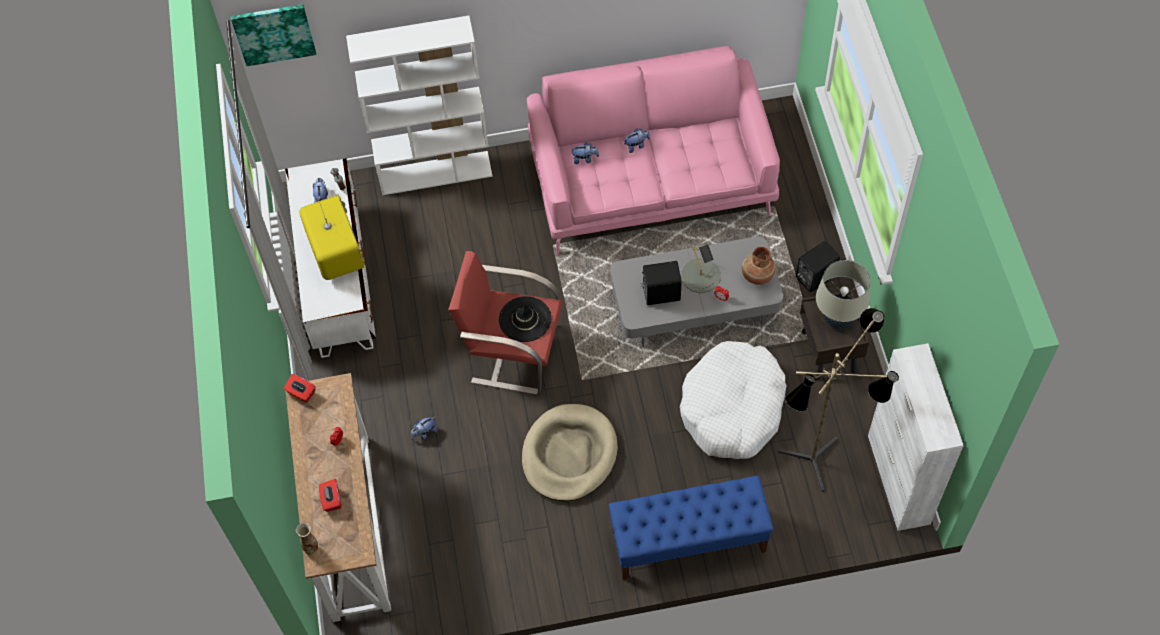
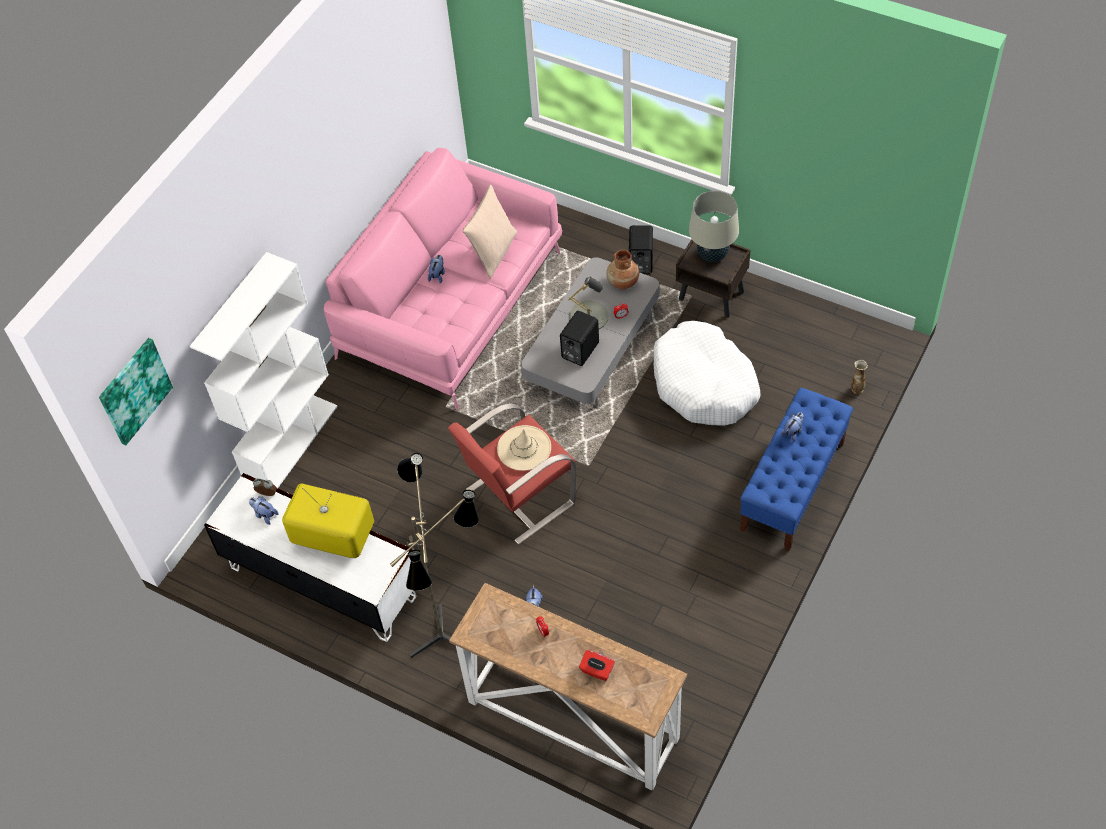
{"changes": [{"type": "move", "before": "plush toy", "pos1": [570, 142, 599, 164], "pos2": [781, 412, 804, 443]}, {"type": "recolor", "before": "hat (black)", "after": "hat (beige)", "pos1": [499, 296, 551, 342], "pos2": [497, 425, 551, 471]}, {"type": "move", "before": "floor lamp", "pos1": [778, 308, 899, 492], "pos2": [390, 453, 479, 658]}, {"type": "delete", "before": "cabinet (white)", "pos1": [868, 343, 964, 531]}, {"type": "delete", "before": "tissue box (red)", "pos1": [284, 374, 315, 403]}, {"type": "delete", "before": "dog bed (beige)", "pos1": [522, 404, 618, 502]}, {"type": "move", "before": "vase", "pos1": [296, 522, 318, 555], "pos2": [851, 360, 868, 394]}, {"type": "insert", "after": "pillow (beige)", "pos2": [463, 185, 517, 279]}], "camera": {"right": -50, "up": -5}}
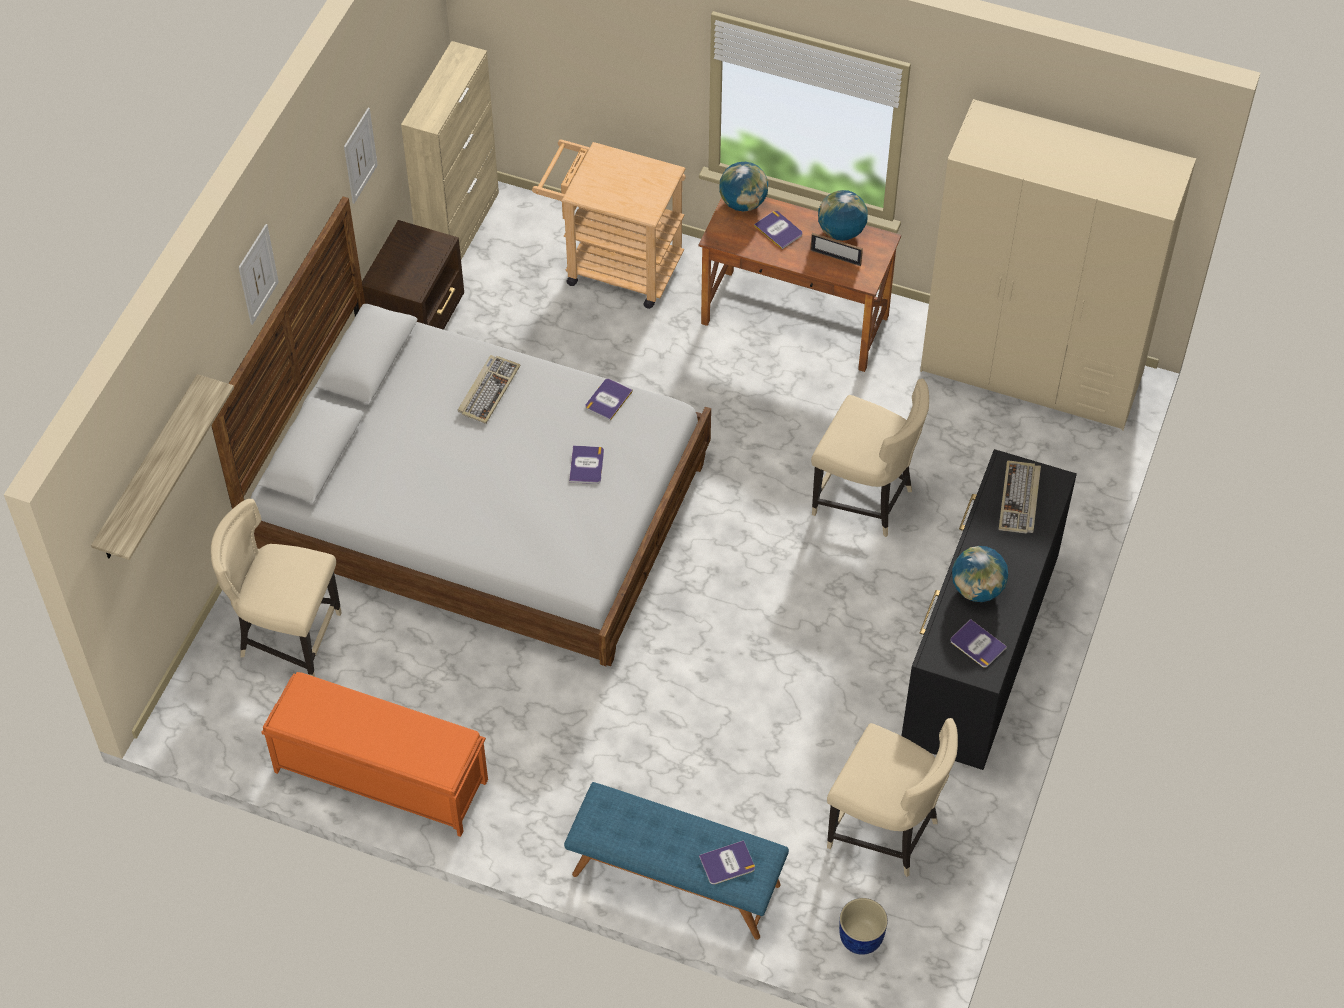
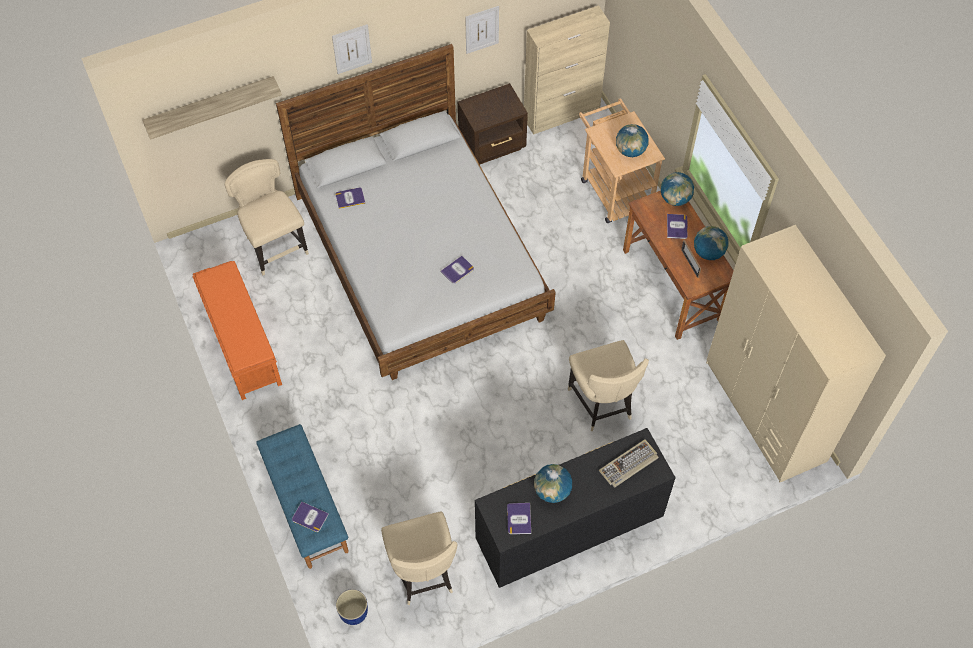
{"changes": [{"type": "delete", "before": "keyboard", "pos1": [458, 355, 520, 424]}, {"type": "move", "before": "book", "pos1": [585, 379, 633, 421], "pos2": [335, 187, 365, 209]}, {"type": "insert", "after": "globe", "pos2": [616, 124, 649, 157]}], "camera": {"right": 45, "up": 5}}
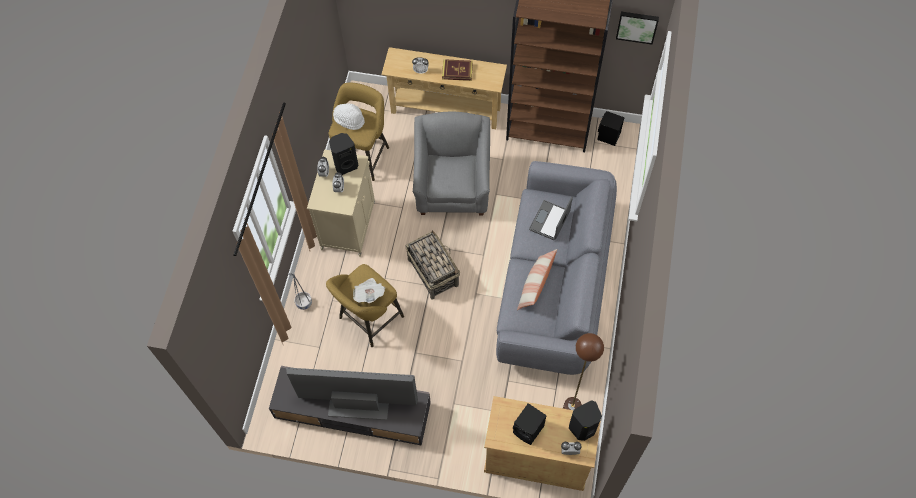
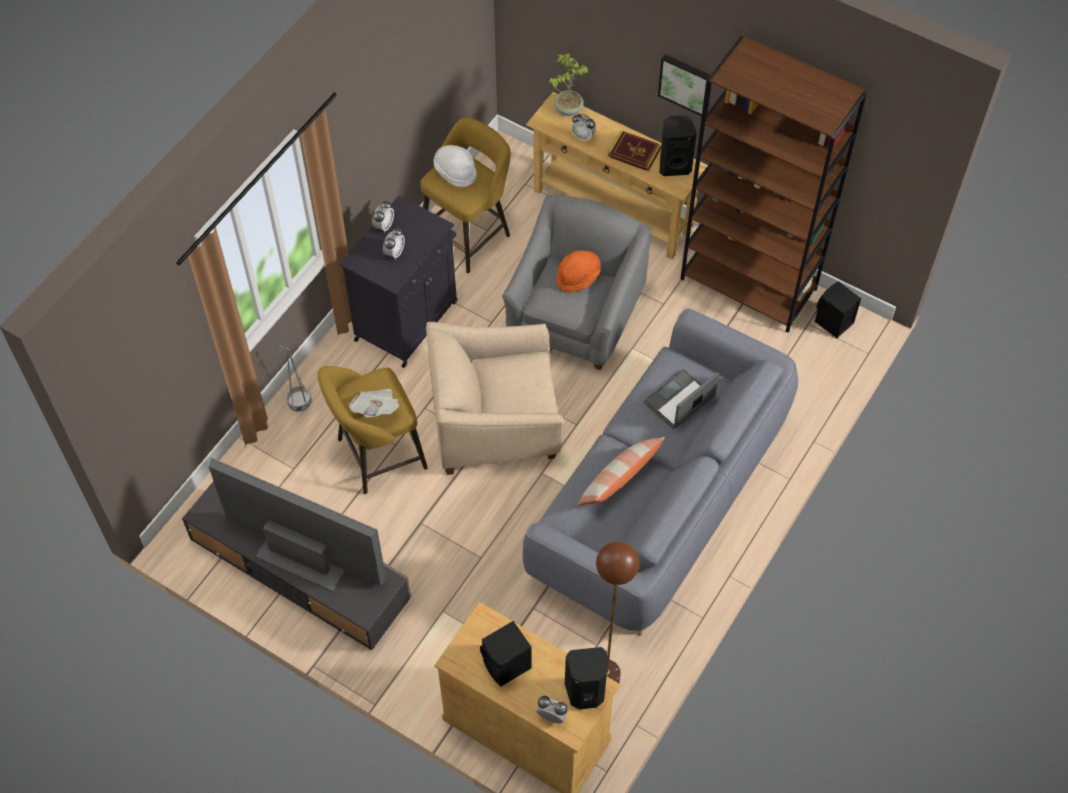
{"changes": [{"type": "move", "before": "picture", "pos1": [616, 12, 659, 44], "pos2": [658, 54, 712, 116]}, {"type": "move", "before": "speaker (black)", "pos1": [329, 133, 358, 175], "pos2": [660, 115, 697, 176]}, {"type": "recolor", "before": "cabinet (beige)", "after": "cabinet (black)", "pos1": [307, 149, 375, 257], "pos2": [339, 195, 457, 368]}, {"type": "replace", "before": "basket", "after": "armchair (beige)", "pos1": [405, 230, 460, 300], "pos2": [426, 322, 564, 475]}, {"type": "insert", "after": "potted plant", "pos2": [549, 54, 588, 116]}, {"type": "insert", "after": "hat (orange)", "pos2": [556, 250, 601, 292]}], "camera": {"right": 20, "up": -5}}
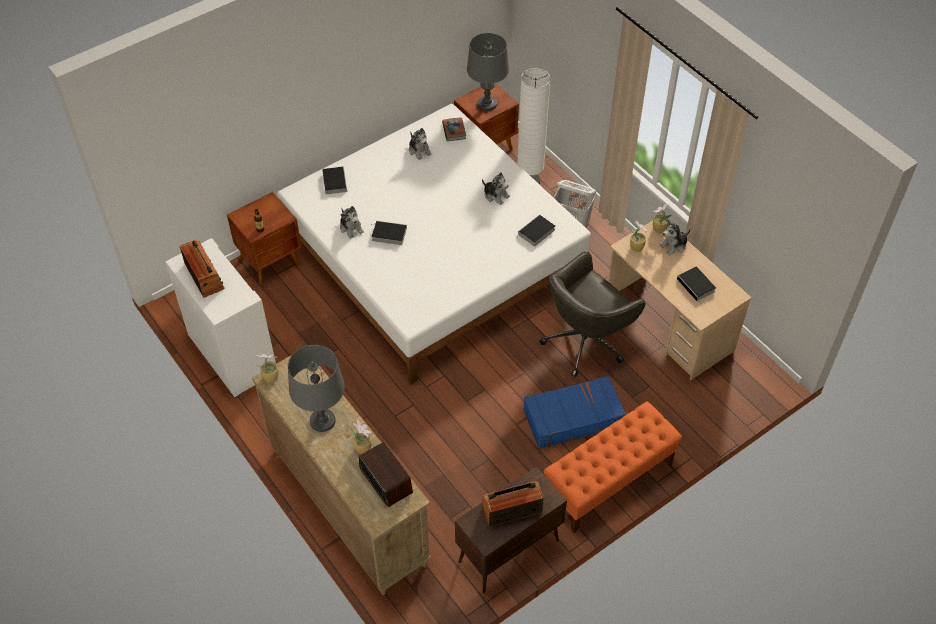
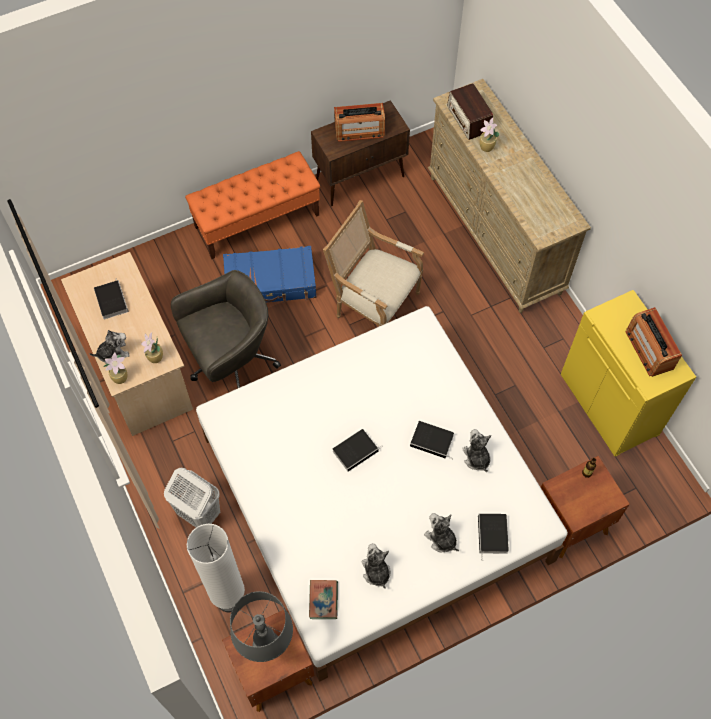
{"changes": [{"type": "move", "before": "plush toy", "pos1": [482, 172, 510, 205], "pos2": [424, 513, 459, 552]}, {"type": "move", "before": "book", "pos1": [515, 215, 556, 247], "pos2": [333, 429, 383, 471]}, {"type": "recolor", "before": "cabinet (white)", "after": "cabinet (yellow)", "pos1": [165, 238, 276, 398], "pos2": [561, 290, 696, 457]}, {"type": "delete", "before": "table lamp (grey)", "pos1": [288, 345, 345, 432]}, {"type": "delete", "before": "potted plant", "pos1": [255, 354, 279, 383]}, {"type": "insert", "after": "armchair", "pos2": [323, 200, 424, 326]}], "camera": {"right": -170, "up": 10}}
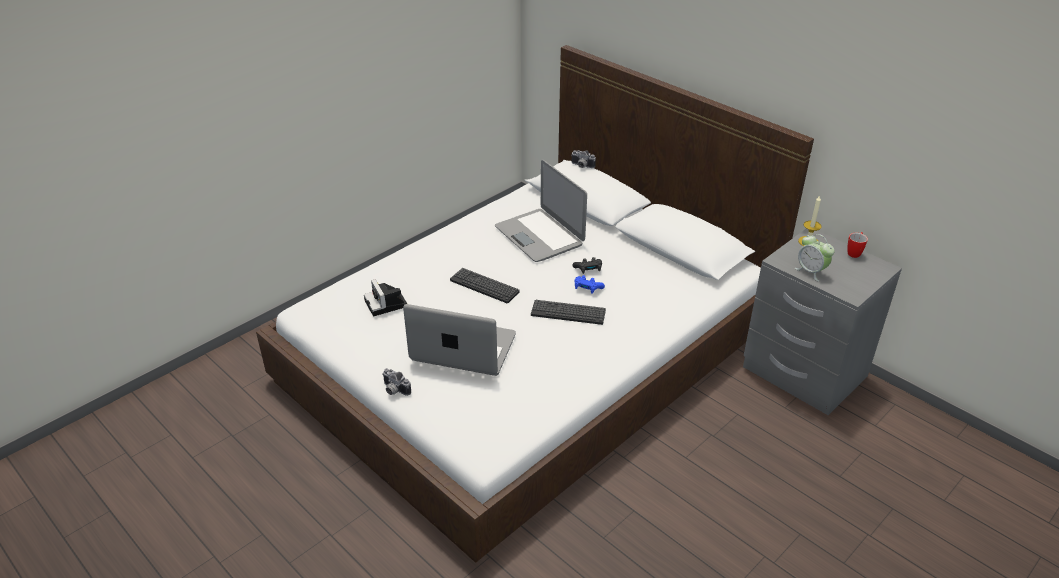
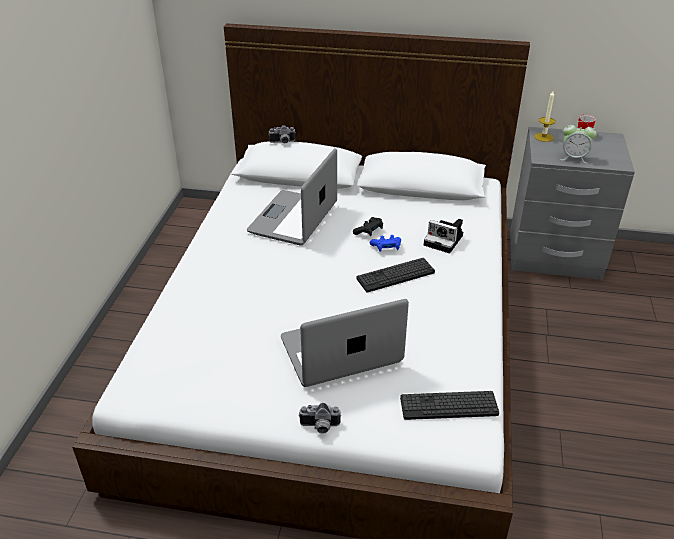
{"changes": [{"type": "rotate", "before": "laptop", "pos1": [495, 160, 587, 262], "pos2": [247, 148, 337, 246], "turn": 90}, {"type": "move", "before": "keyboard", "pos1": [450, 268, 519, 303], "pos2": [400, 391, 499, 420]}, {"type": "move", "before": "photo camera", "pos1": [364, 279, 407, 317], "pos2": [424, 219, 463, 253]}], "camera": {"right": -35, "up": 0}}
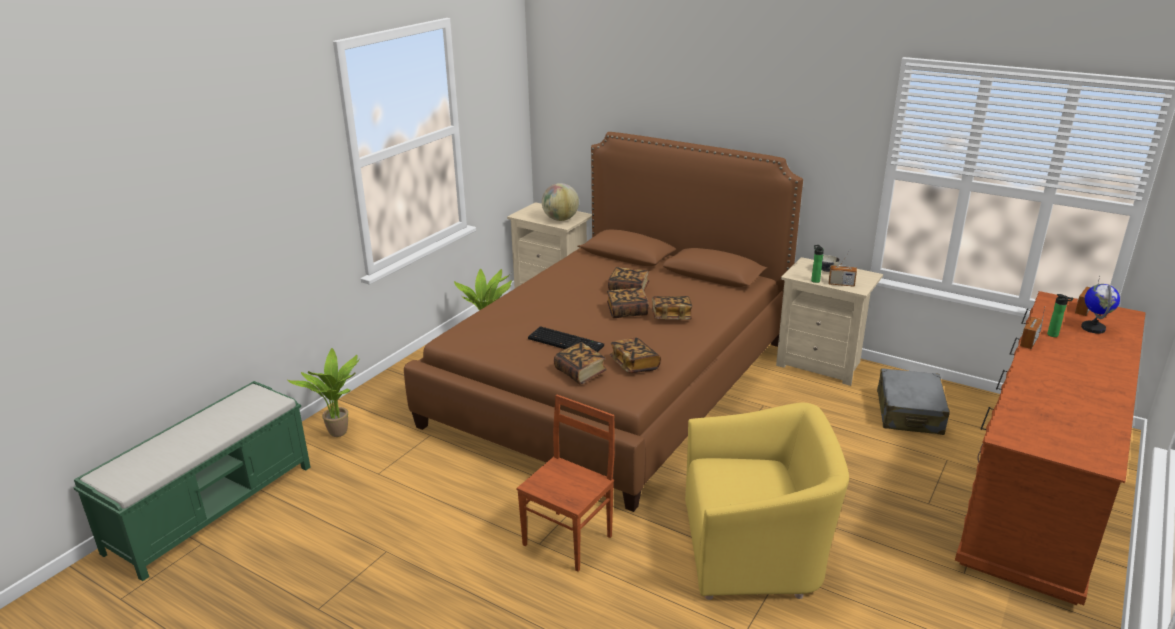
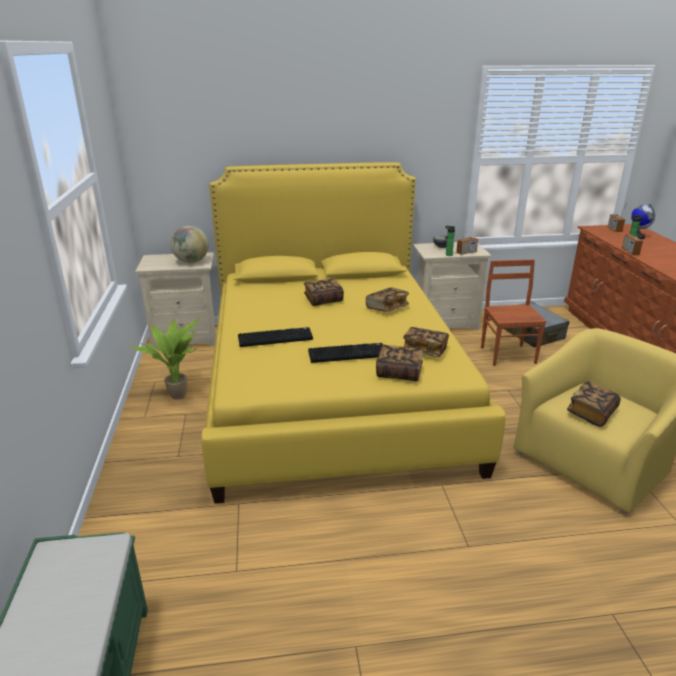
{"changes": [{"type": "recolor", "before": "bed (brown)", "after": "bed (yellow)", "pos1": [404, 132, 803, 512], "pos2": [201, 162, 506, 504]}, {"type": "move", "before": "book", "pos1": [607, 288, 649, 318], "pos2": [567, 381, 620, 427]}, {"type": "delete", "before": "potted plant", "pos1": [287, 348, 360, 437]}, {"type": "move", "before": "chair (brown)", "pos1": [517, 394, 615, 572], "pos2": [481, 259, 546, 366]}, {"type": "insert", "after": "keyboard", "pos2": [238, 327, 313, 347]}], "camera": {"right": -40, "up": 0}}
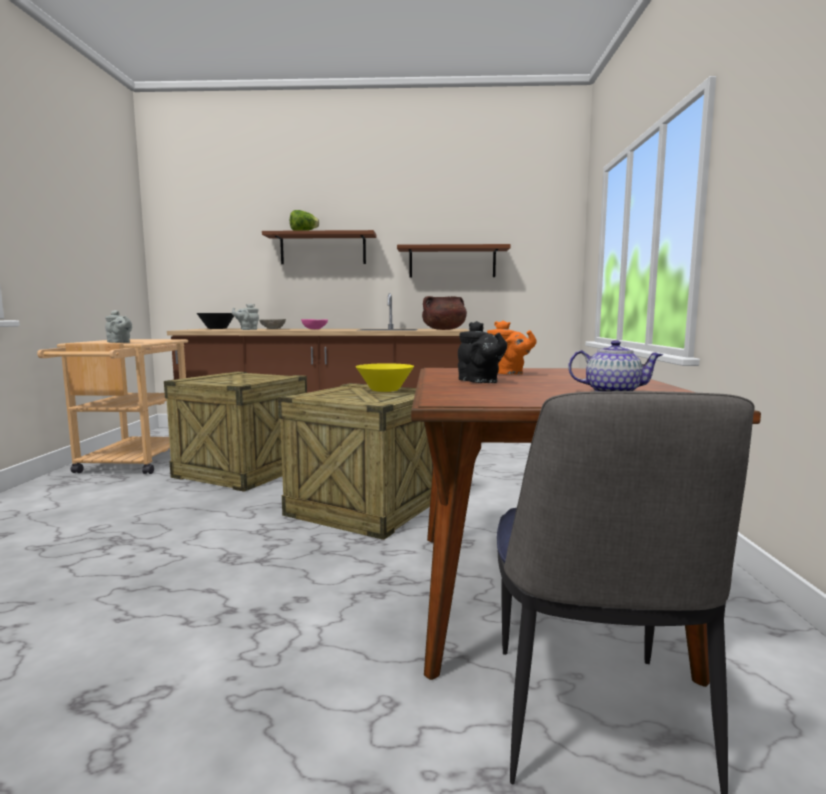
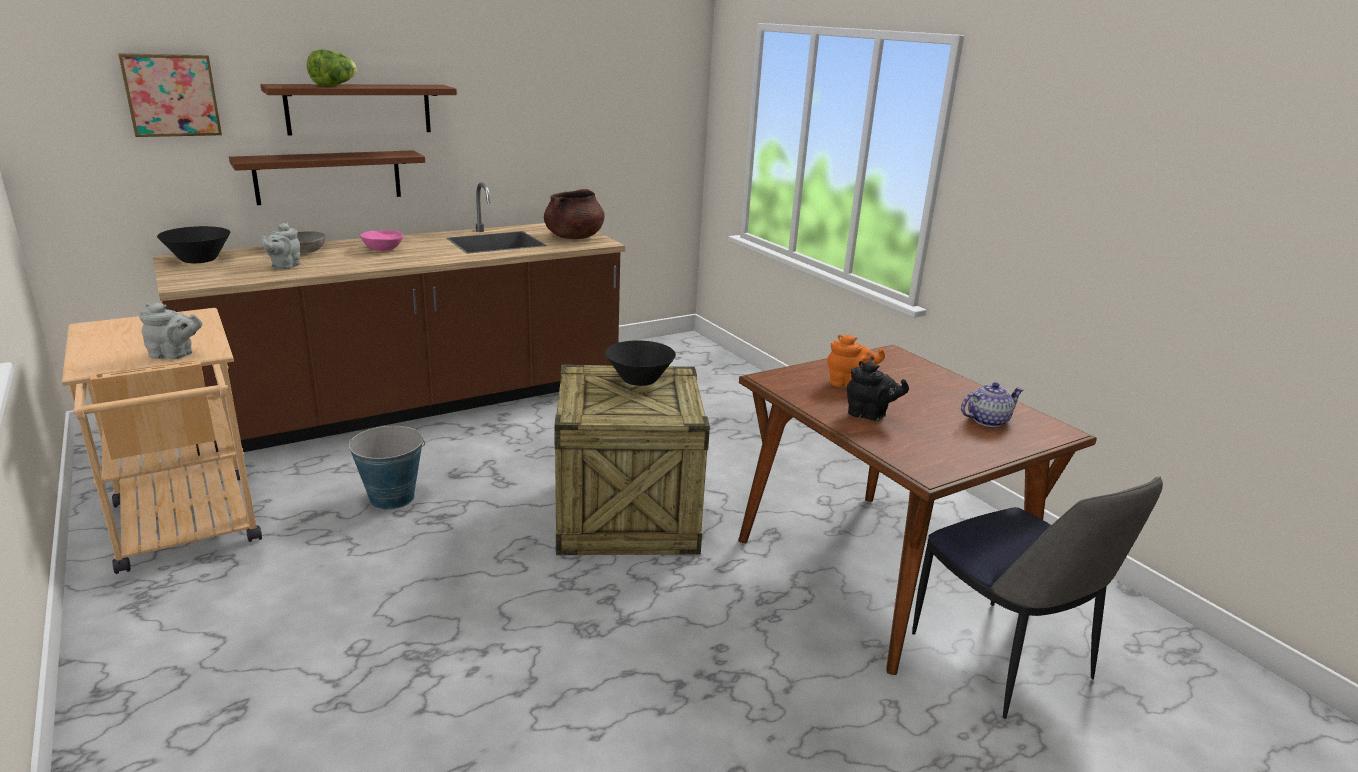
{"changes": [{"type": "move", "before": "shelf (brown)", "pos1": [397, 244, 511, 278], "pos2": [229, 150, 425, 205]}, {"type": "recolor", "before": "bowl (yellow)", "after": "bowl (black)", "pos1": [356, 363, 414, 392], "pos2": [605, 340, 676, 386]}, {"type": "replace", "before": "crate", "after": "bucket", "pos1": [164, 372, 307, 492], "pos2": [349, 426, 425, 510]}, {"type": "insert", "after": "picture", "pos2": [118, 53, 222, 137]}], "camera": {"right": -35, "up": 15}}
